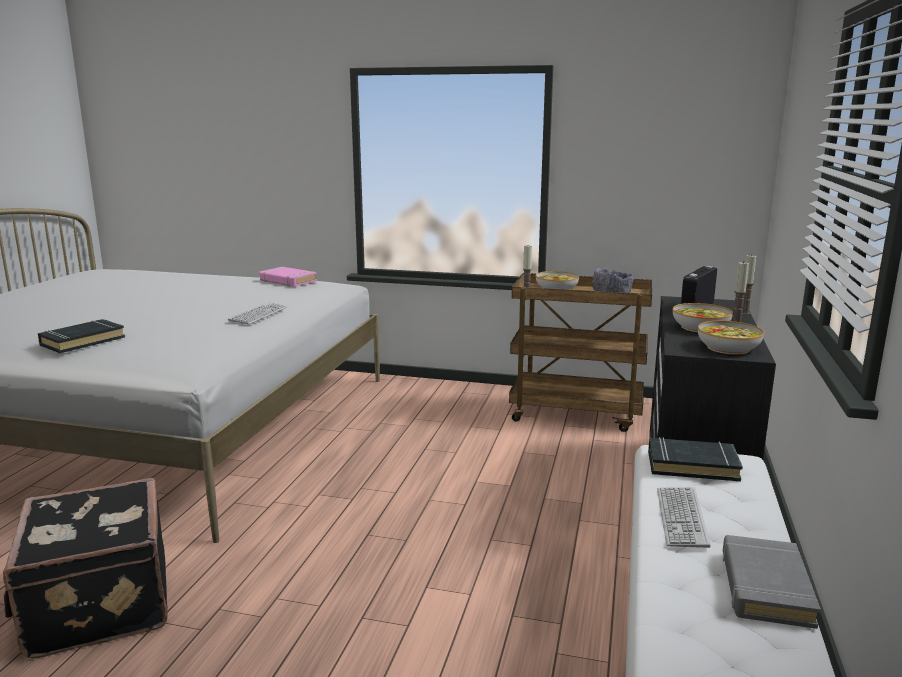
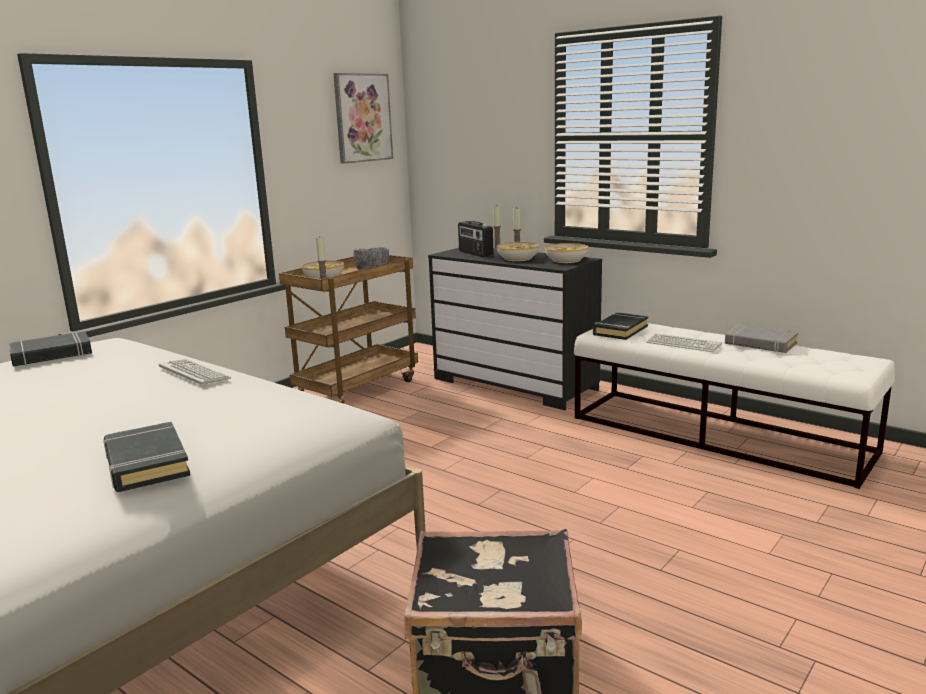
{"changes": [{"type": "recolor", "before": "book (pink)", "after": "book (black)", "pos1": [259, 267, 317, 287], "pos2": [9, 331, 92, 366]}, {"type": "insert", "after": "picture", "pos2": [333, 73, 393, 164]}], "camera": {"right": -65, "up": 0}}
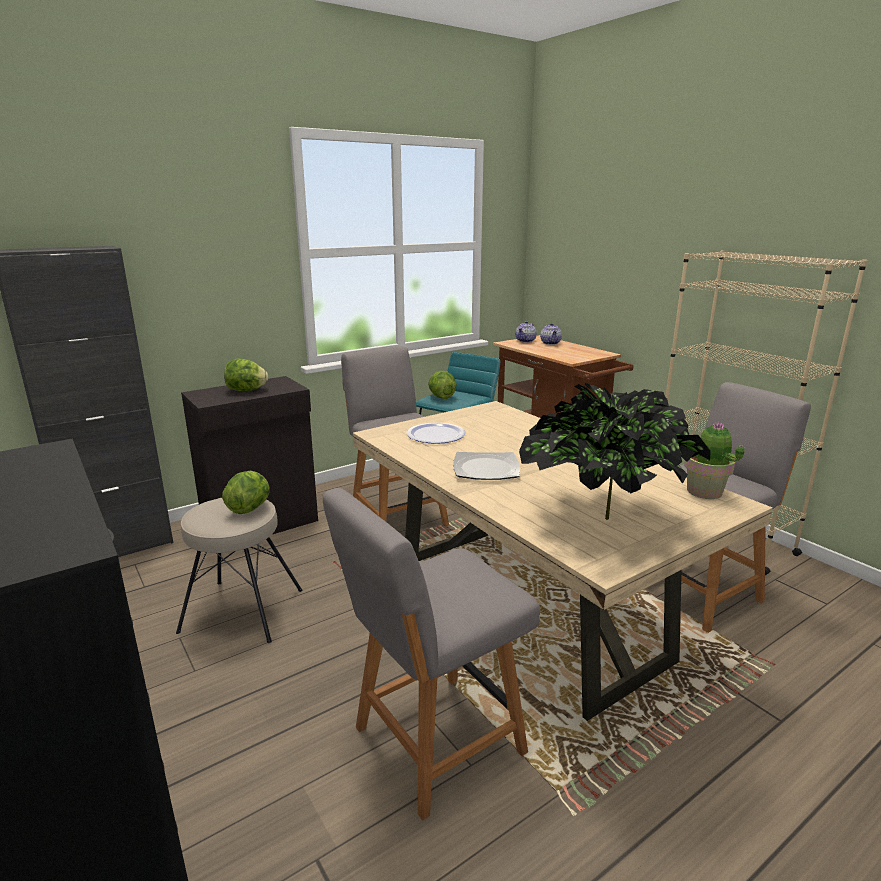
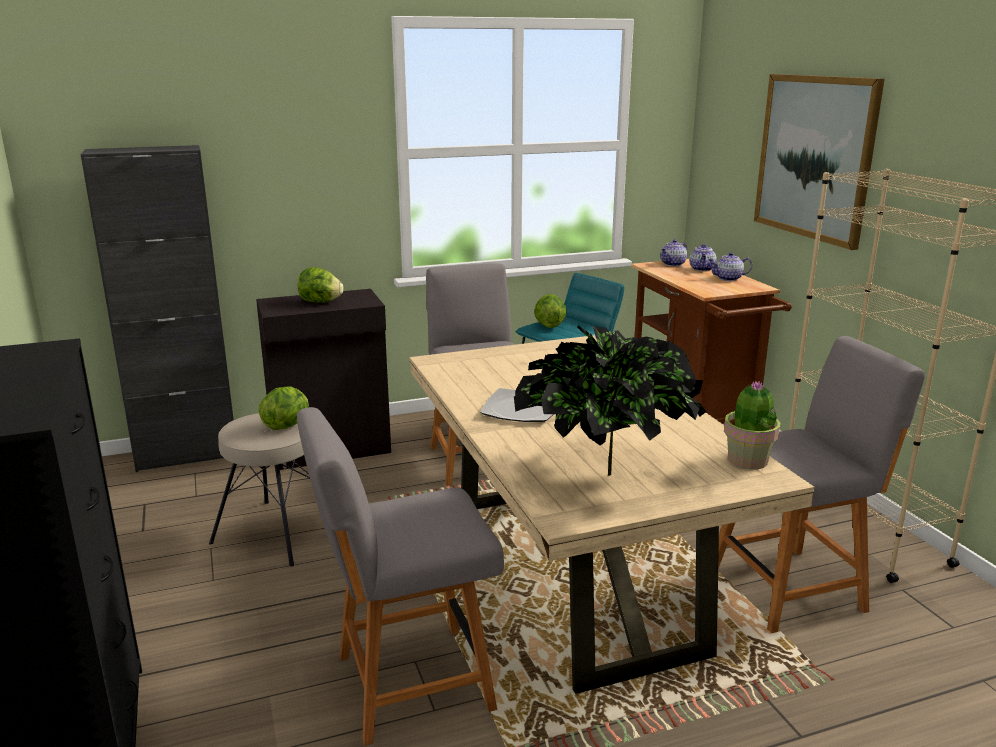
{"changes": [{"type": "delete", "before": "plate", "pos1": [407, 422, 466, 444]}, {"type": "insert", "after": "picture", "pos2": [754, 74, 885, 250]}, {"type": "insert", "after": "teapot", "pos2": [708, 252, 753, 281]}], "camera": {"right": 15, "up": 0}}
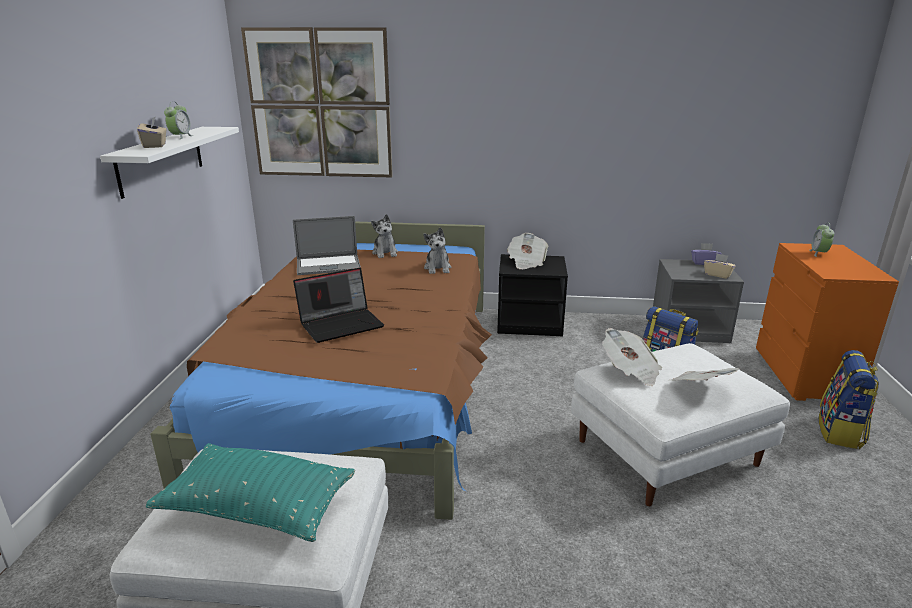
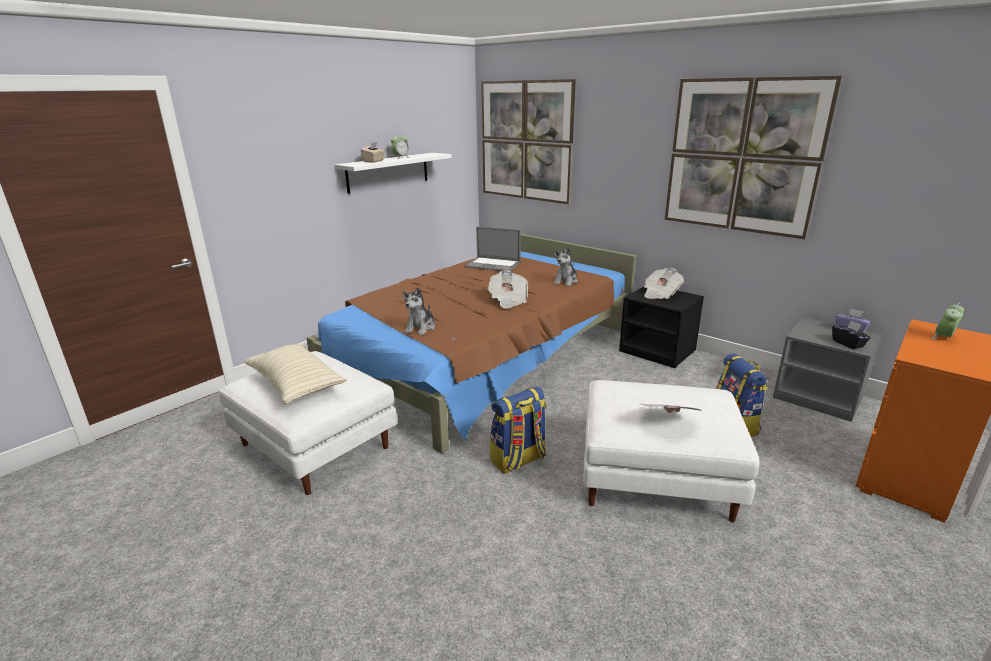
{"changes": [{"type": "move", "before": "plush toy", "pos1": [371, 214, 398, 258], "pos2": [402, 287, 435, 335]}, {"type": "recolor", "before": "tissue box (beige)", "after": "tissue box (black)", "pos1": [704, 253, 736, 279], "pos2": [832, 320, 870, 349]}, {"type": "delete", "before": "laptop", "pos1": [293, 268, 384, 343]}, {"type": "move", "before": "newspaper", "pos1": [602, 328, 662, 386], "pos2": [488, 270, 528, 309]}, {"type": "move", "before": "backpack", "pos1": [819, 350, 879, 449], "pos2": [490, 387, 547, 474]}, {"type": "recolor", "before": "pillow (turquoise)", "after": "pillow (beige)", "pos1": [146, 443, 355, 542], "pos2": [244, 343, 347, 404]}, {"type": "insert", "after": "picture", "pos2": [665, 76, 842, 239]}], "camera": {"right": 35, "up": 0}}
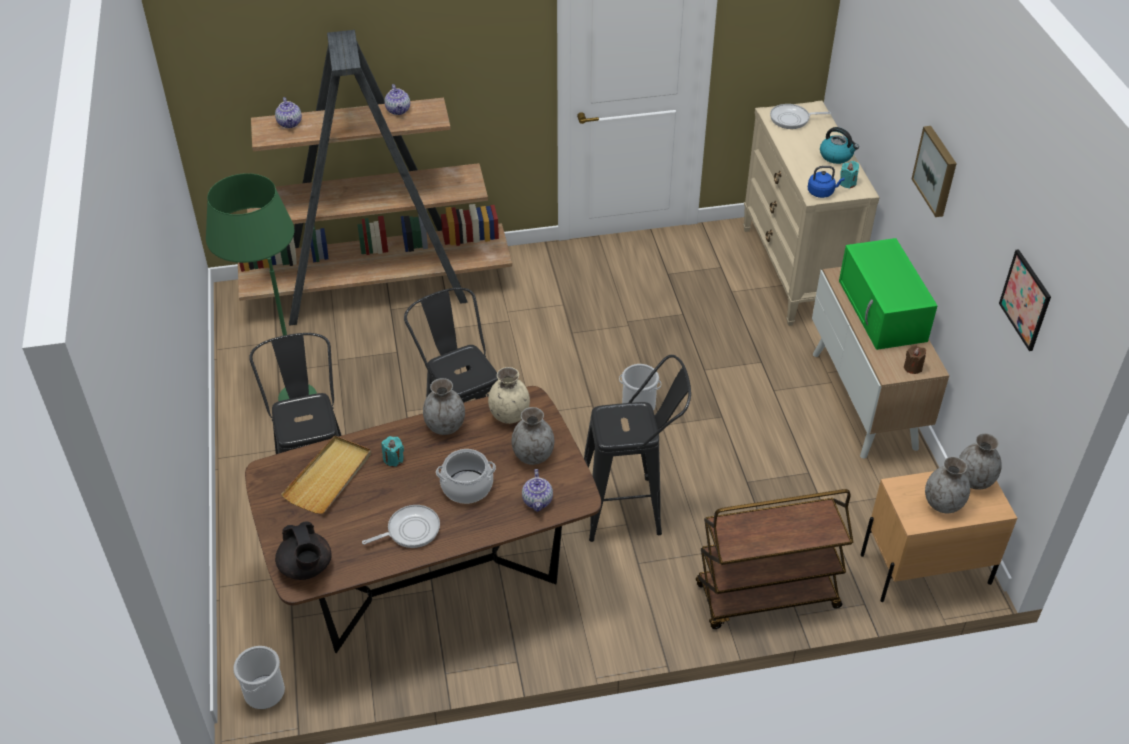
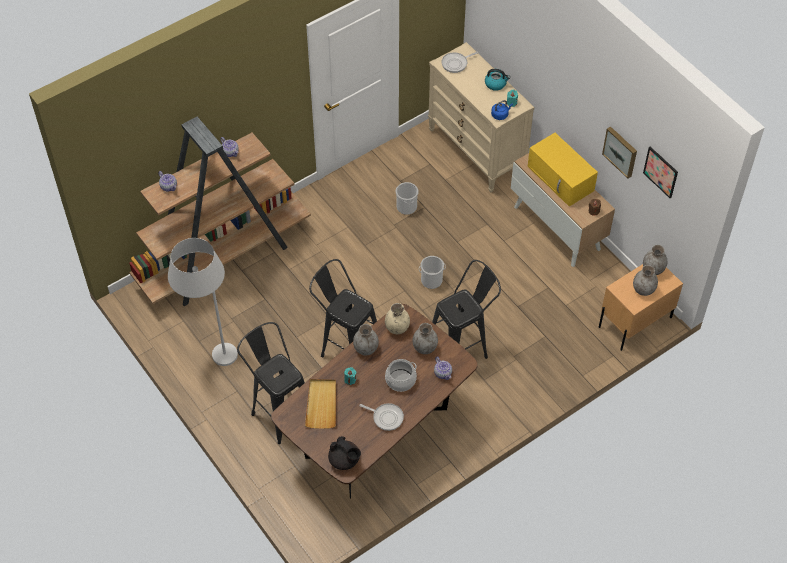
{"changes": [{"type": "move", "before": "picture", "pos1": [912, 126, 957, 217], "pos2": [602, 126, 637, 178]}, {"type": "recolor", "before": "floor lamp (green)", "after": "floor lamp (white)", "pos1": [206, 173, 317, 401], "pos2": [168, 238, 238, 366]}, {"type": "recolor", "before": "microwave (green)", "after": "microwave (yellow)", "pos1": [839, 238, 938, 350], "pos2": [528, 133, 598, 207]}, {"type": "delete", "before": "cart (brown)", "pos1": [696, 489, 854, 629]}, {"type": "rotate", "before": "frying pan", "pos1": [362, 505, 440, 548], "pos2": [359, 403, 404, 431], "turn": 75}, {"type": "move", "before": "bucket", "pos1": [233, 646, 285, 709], "pos2": [396, 182, 419, 215]}], "camera": {"right": -25, "up": 10}}
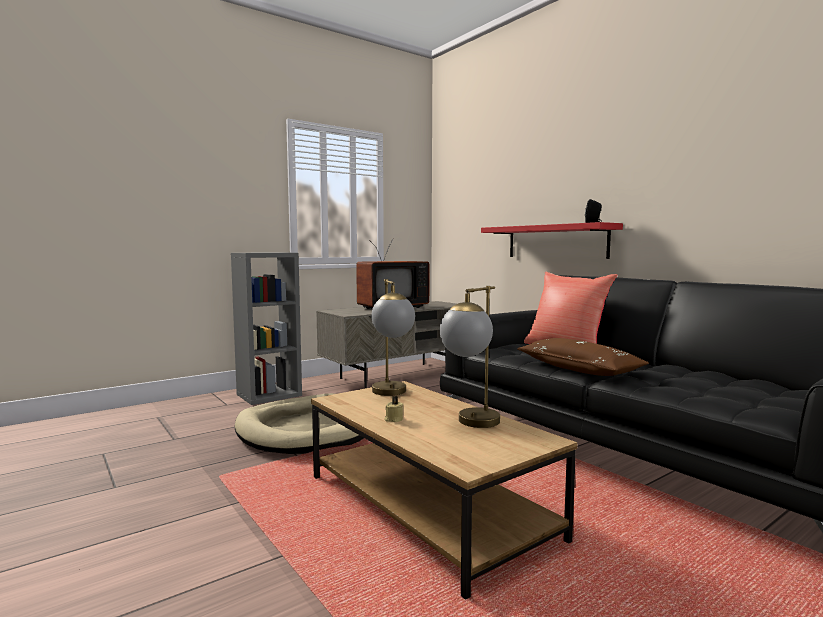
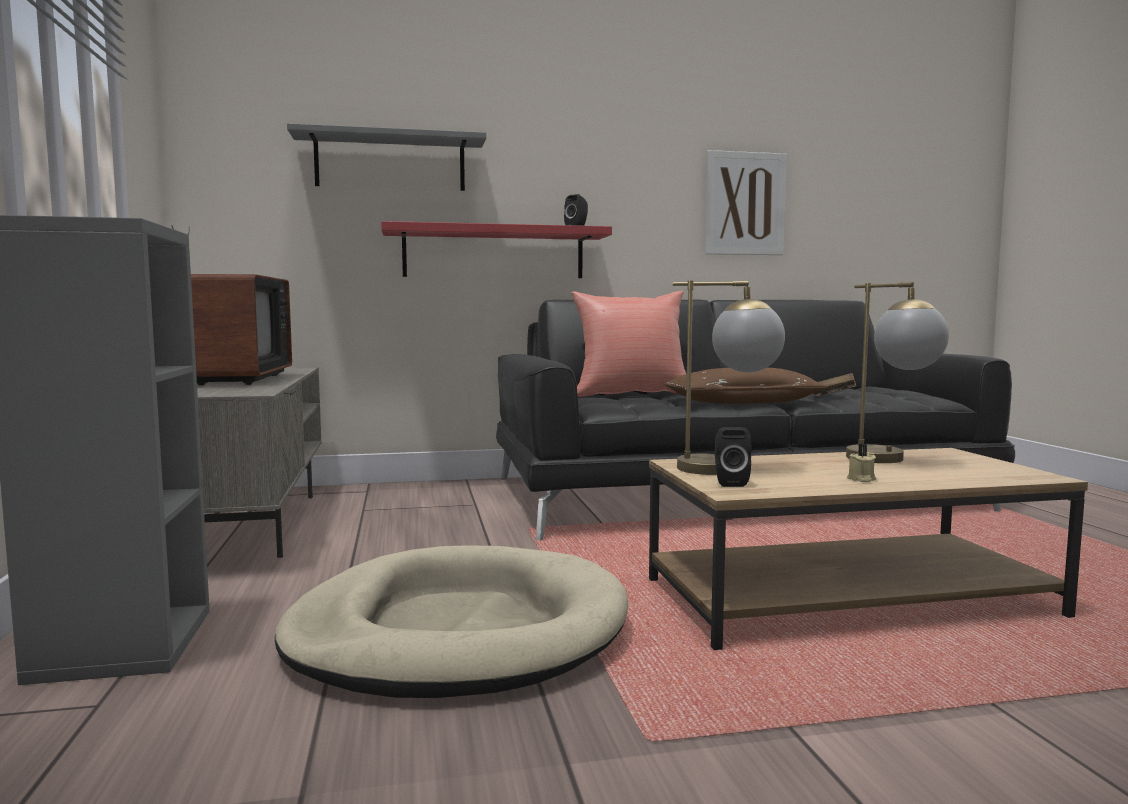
{"changes": [{"type": "insert", "after": "shelf (grey)", "pos2": [287, 123, 486, 191]}, {"type": "insert", "after": "picture", "pos2": [705, 150, 787, 255]}, {"type": "insert", "after": "book (brown)", "pos2": [814, 373, 856, 397]}, {"type": "insert", "after": "speaker (black)", "pos2": [715, 427, 751, 487]}], "camera": {"right": -65, "up": 0}}
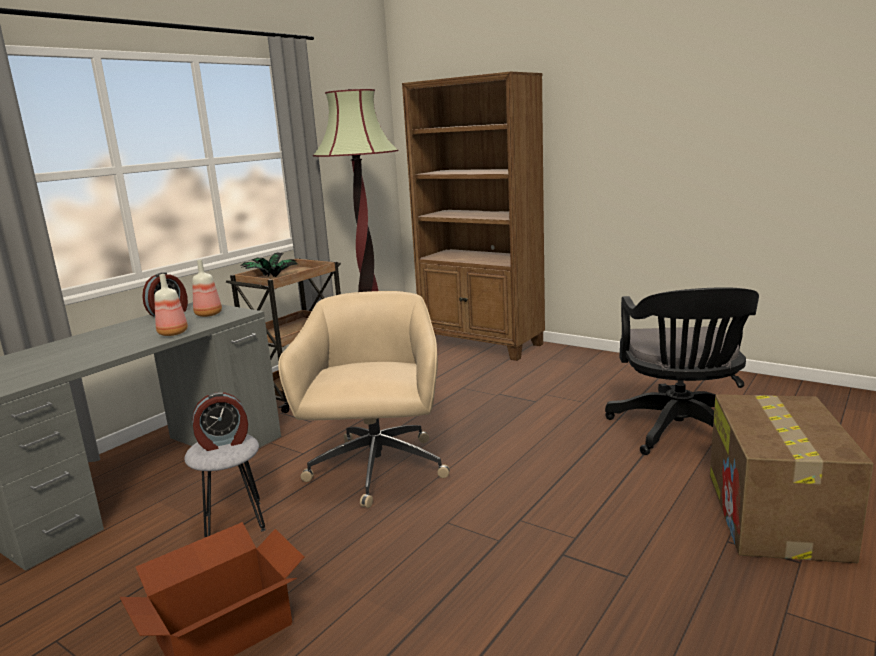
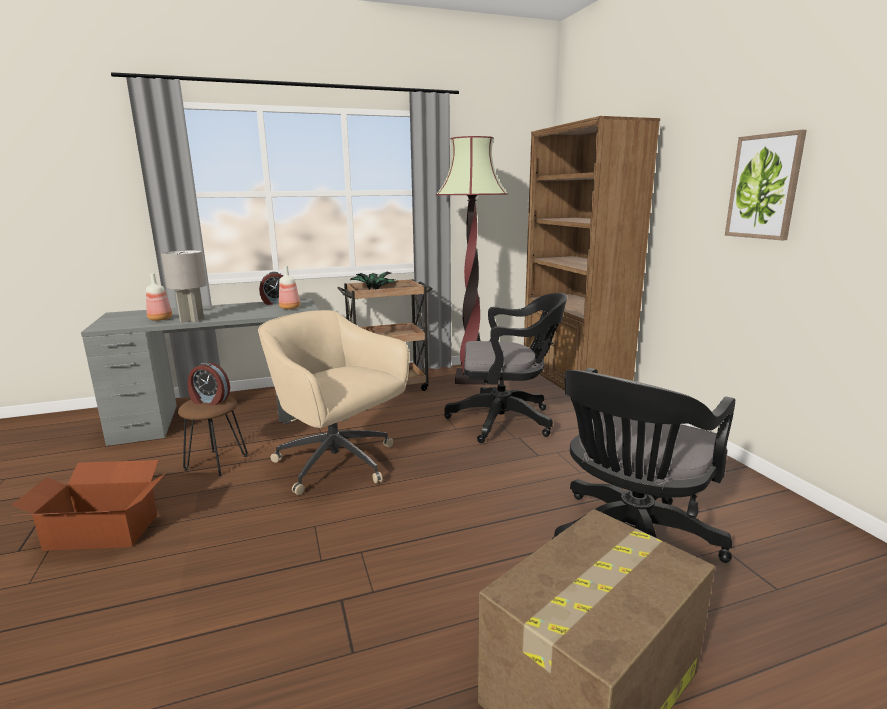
{"changes": [{"type": "move", "before": "bottle", "pos1": [154, 274, 188, 336], "pos2": [146, 273, 172, 321]}, {"type": "rotate", "before": "office chair (beige)", "pos1": [278, 291, 450, 508], "pos2": [258, 310, 410, 495], "turn": -90}, {"type": "recolor", "before": "stool (grey)", "after": "stool (brown)", "pos1": [184, 434, 266, 538], "pos2": [178, 396, 247, 476]}, {"type": "insert", "after": "picture", "pos2": [725, 130, 807, 240]}, {"type": "insert", "after": "table lamp (grey)", "pos2": [161, 250, 207, 322]}, {"type": "insert", "after": "office chair (black)", "pos2": [444, 293, 567, 443]}], "camera": {"right": 35, "up": 0}}
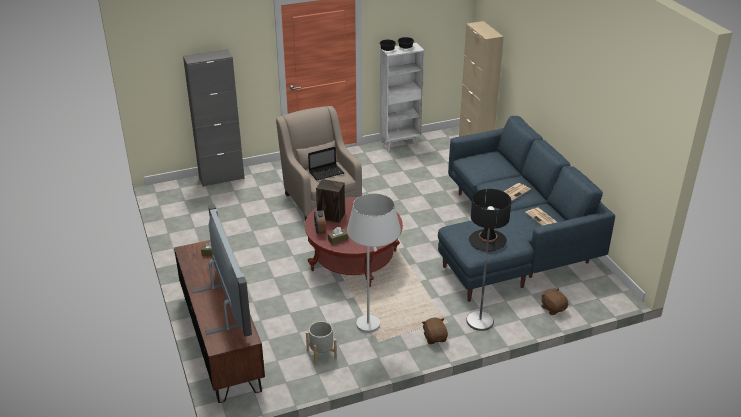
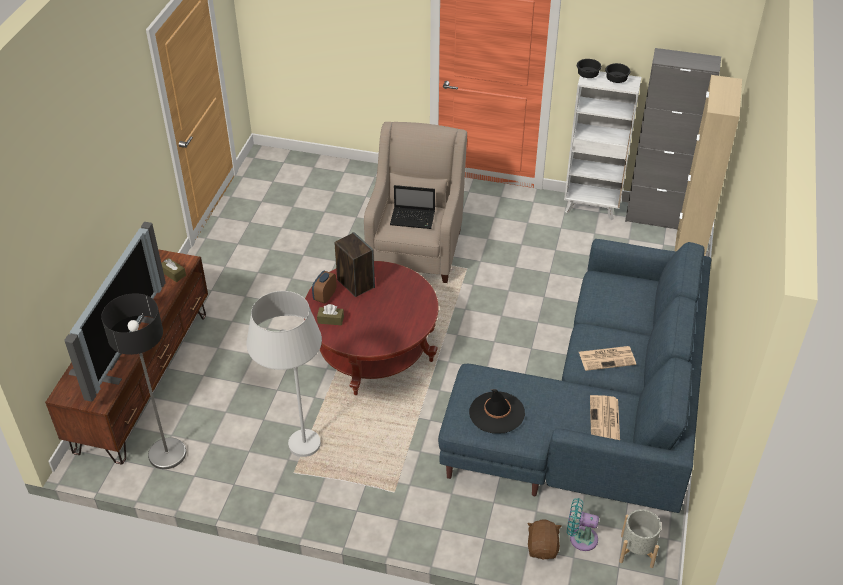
{"changes": [{"type": "move", "before": "cabinet (grey)", "pos1": [183, 49, 245, 187], "pos2": [625, 48, 721, 229]}, {"type": "move", "before": "floor lamp", "pos1": [466, 189, 512, 331], "pos2": [101, 293, 186, 469]}, {"type": "delete", "before": "plush toy (brown)", "pos1": [422, 318, 448, 344]}, {"type": "move", "before": "planter (grey)", "pos1": [306, 321, 337, 366], "pos2": [619, 509, 661, 568]}, {"type": "insert", "after": "fan (turquoise)", "pos2": [567, 498, 599, 551]}], "camera": {"right": 35, "up": 10}}
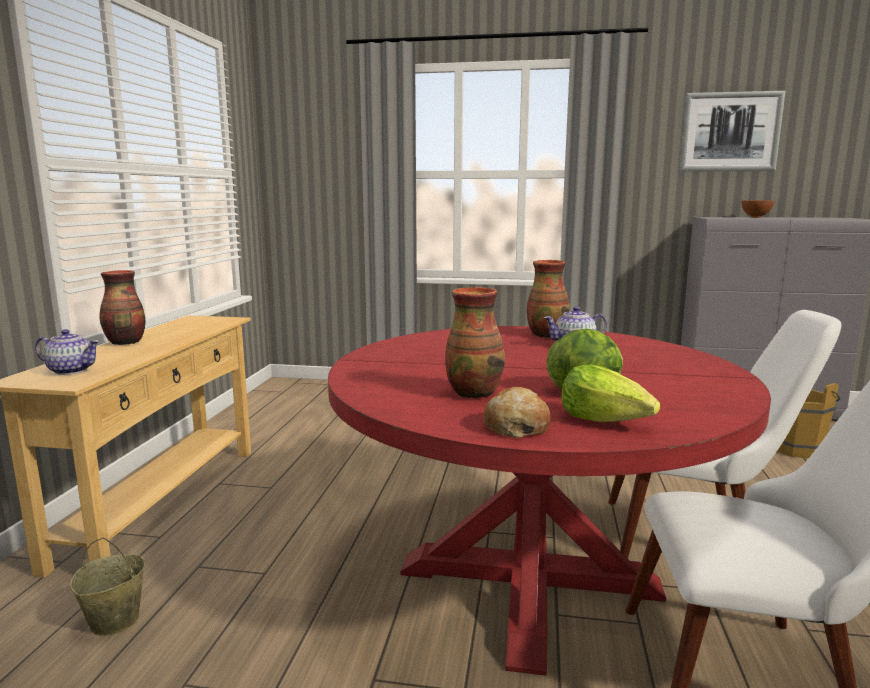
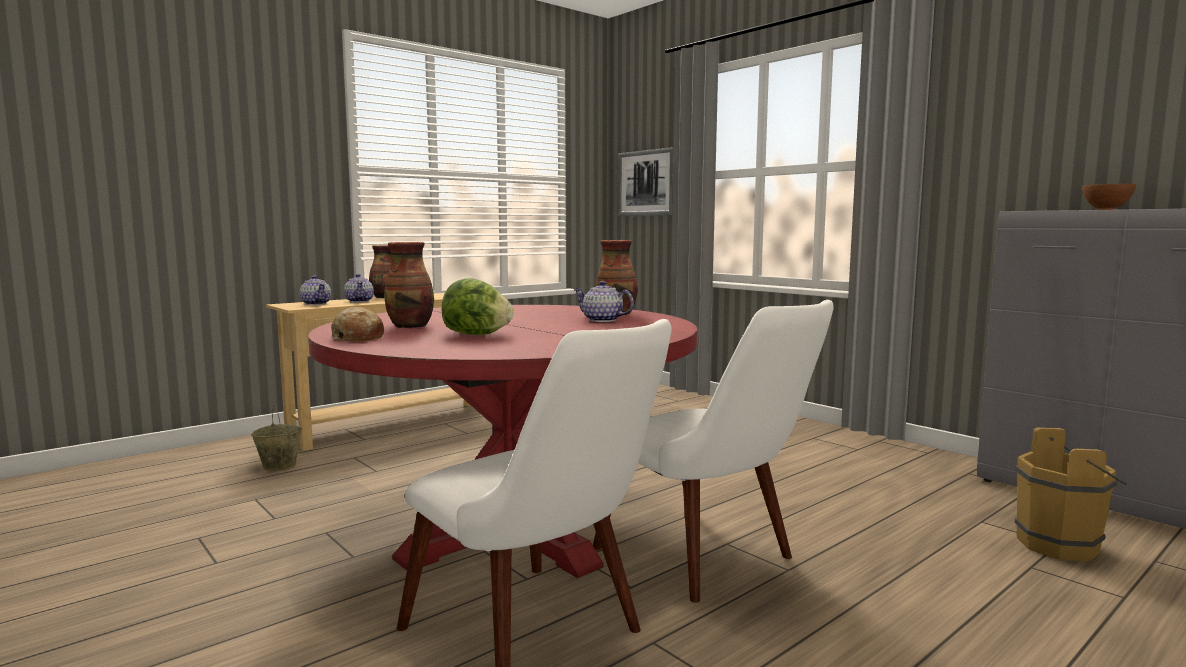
{"changes": [{"type": "move", "before": "picture", "pos1": [679, 91, 785, 172], "pos2": [618, 147, 674, 216]}, {"type": "delete", "before": "lettuce", "pos1": [561, 364, 660, 422]}, {"type": "insert", "after": "teapot", "pos2": [344, 274, 374, 302]}], "camera": {"right": 40, "up": -5}}
